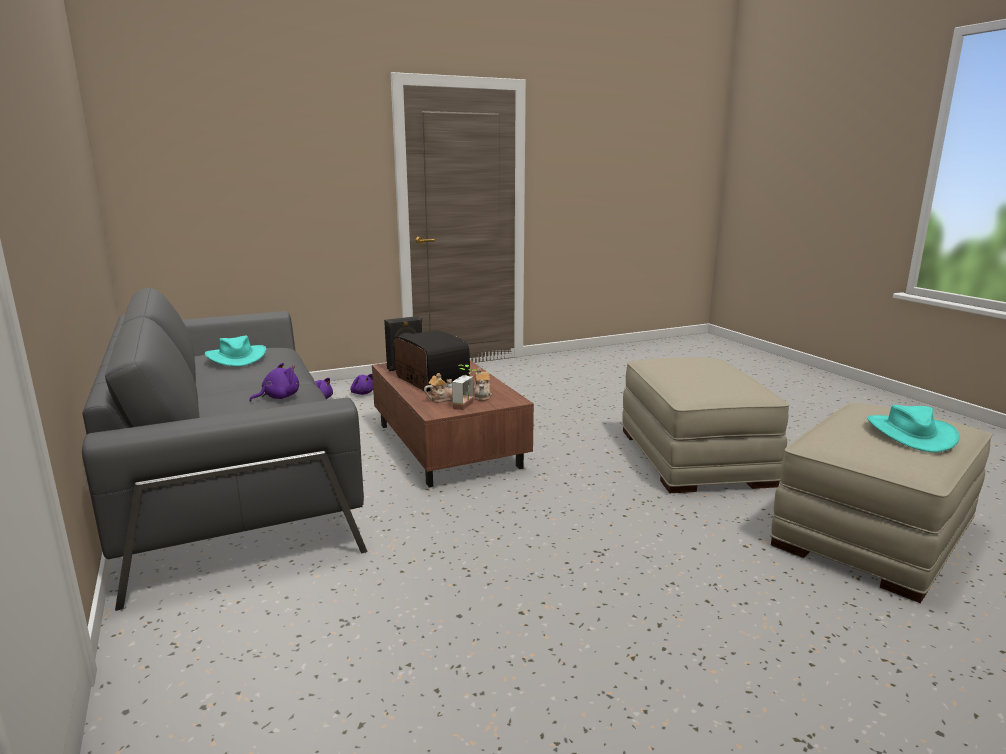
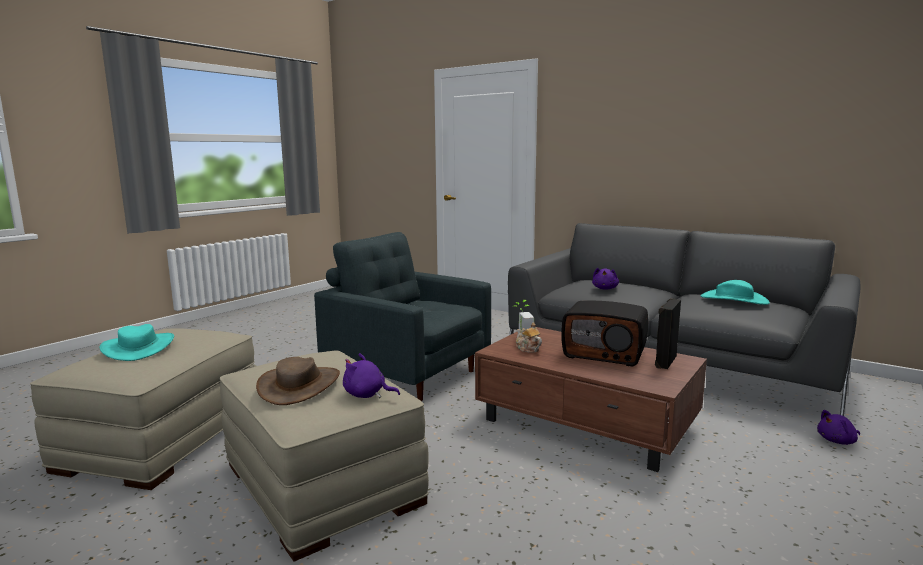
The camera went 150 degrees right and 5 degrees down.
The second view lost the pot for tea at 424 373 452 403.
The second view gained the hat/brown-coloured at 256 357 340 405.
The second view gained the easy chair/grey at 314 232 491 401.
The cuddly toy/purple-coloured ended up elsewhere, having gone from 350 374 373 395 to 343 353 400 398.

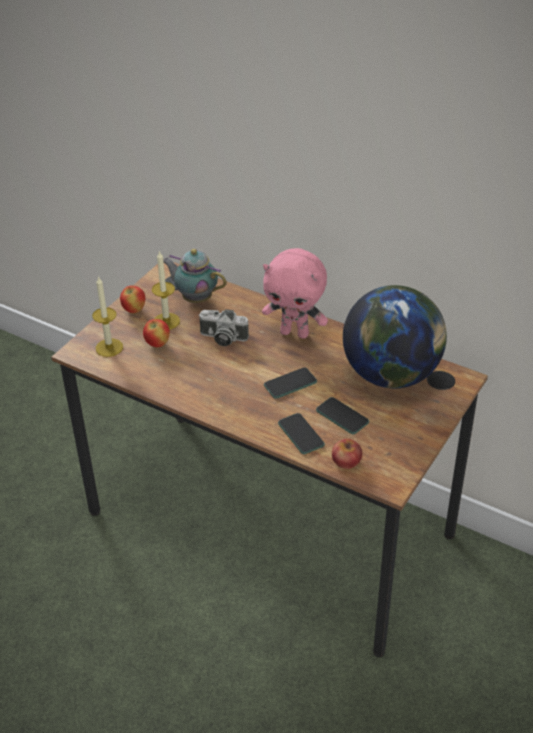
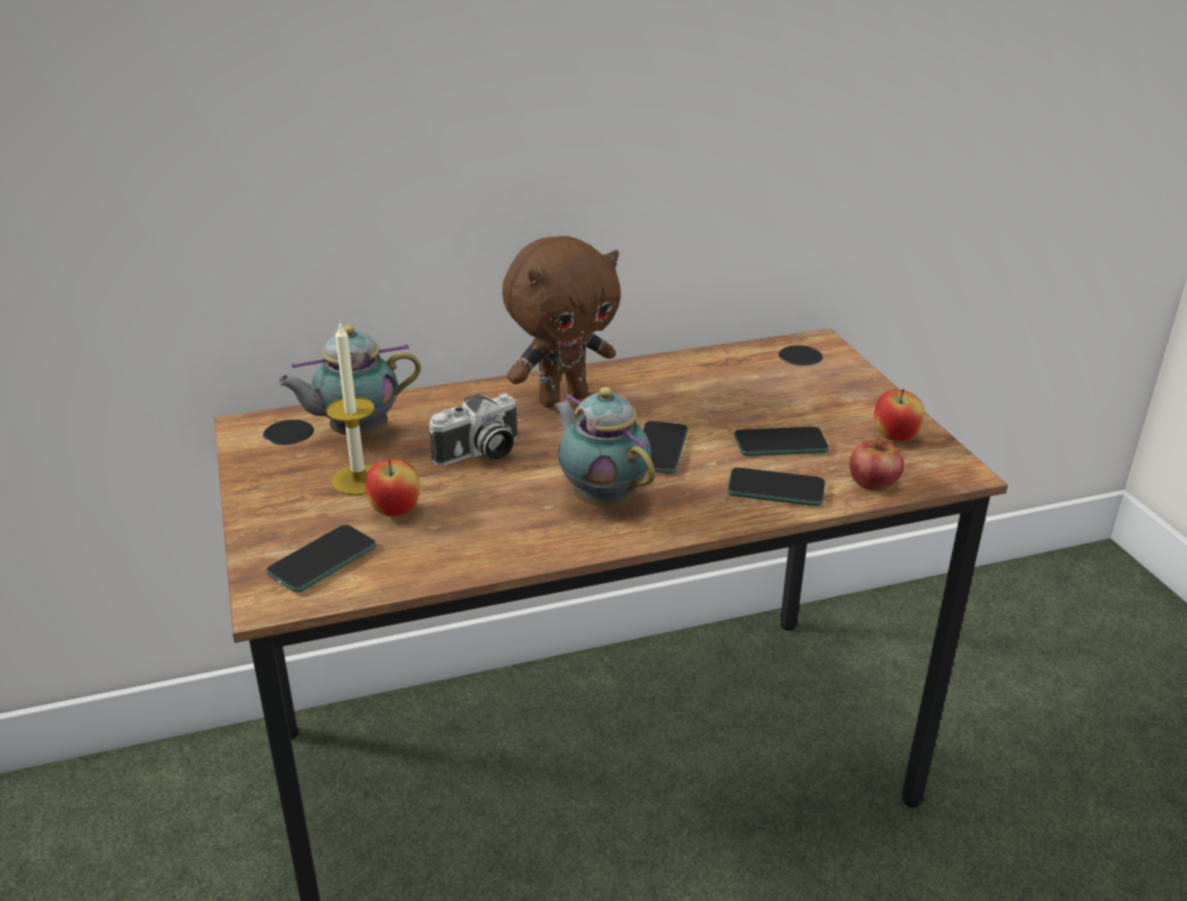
The camera went 50 degrees left and 10 degrees down.
The second view lost the desk globe at 343 285 447 388.
The second view gained the pot for tea at 554 387 655 507.
The whole apple ended up elsewhere, having gone from 120 286 145 313 to 874 389 924 442.
Where the candle stood at 92 276 123 357, the telephone came to stand at 266 525 376 592.
What was the cuddly toy/pinkish at 262 248 328 339 turned into the cuddly toy/brown-coloured at 502 236 621 408.

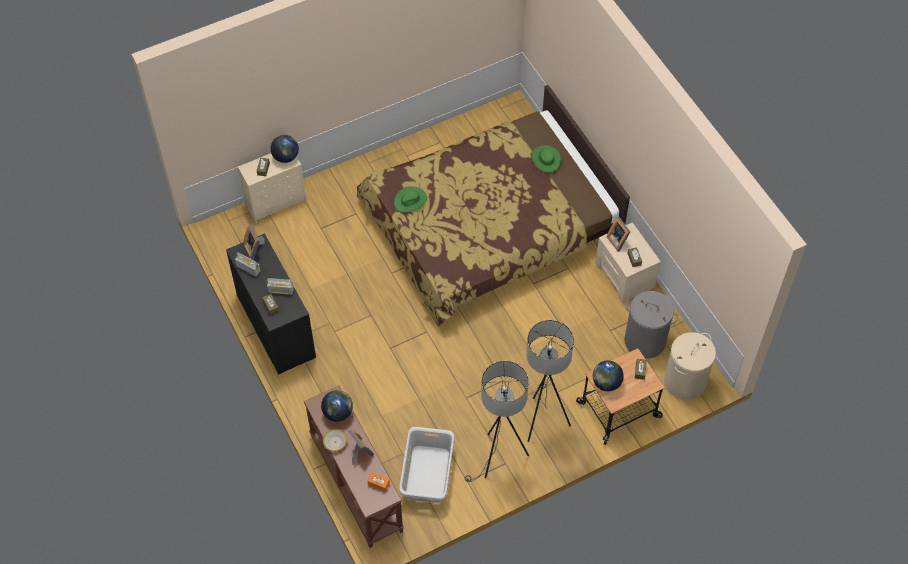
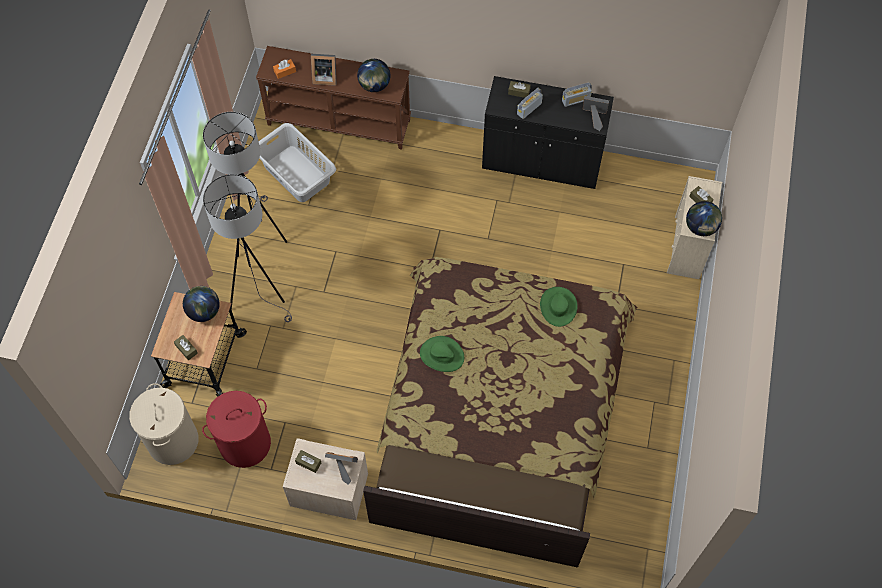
The camera went 130 degrees right and 5 degrees up.
The second view lost the bowl at 323 430 347 452.
The hat/green ended up elsewhere, having gone from 532 145 561 173 to 420 336 464 372.
What was the laundry basket/grey at 624 291 678 359 turned into the laundry basket/red at 202 391 271 468.

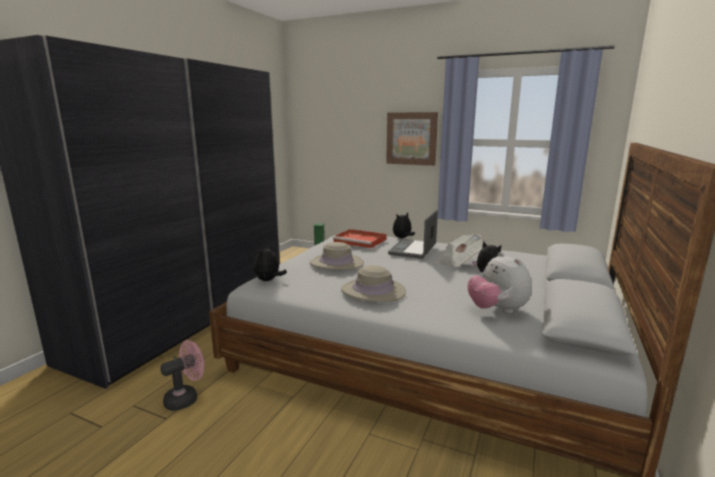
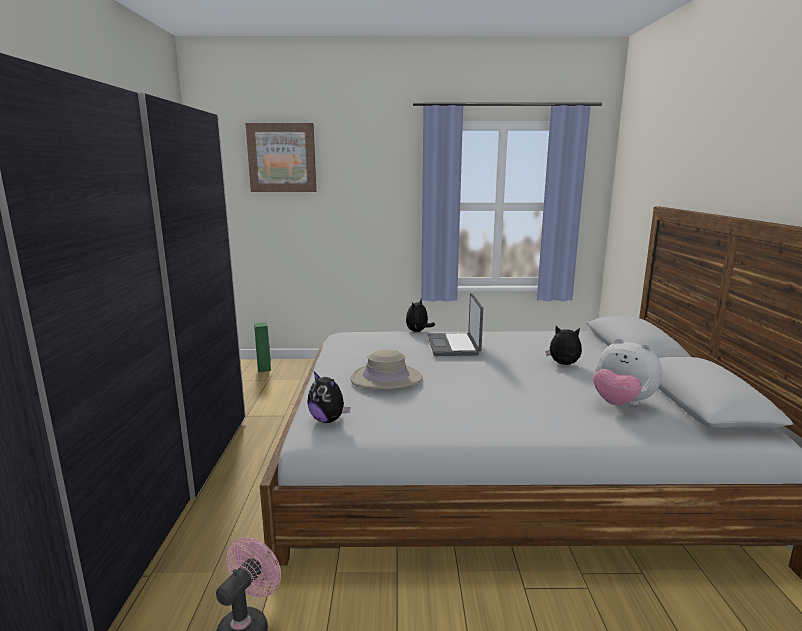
The camera went 25 degrees left and 0 degrees up.
The second view lost the carrying tray/red at 333 229 387 248.
The second view lost the hat/beige at 341 265 406 302.
The second view lost the daily paper at 436 234 483 267.
The wall picture ended up elsewhere, having gone from 386 112 438 166 to 246 123 316 192.
The cuddly toy at 254 244 287 281 ended up facing another way, 45 degrees counterclockwise from before.

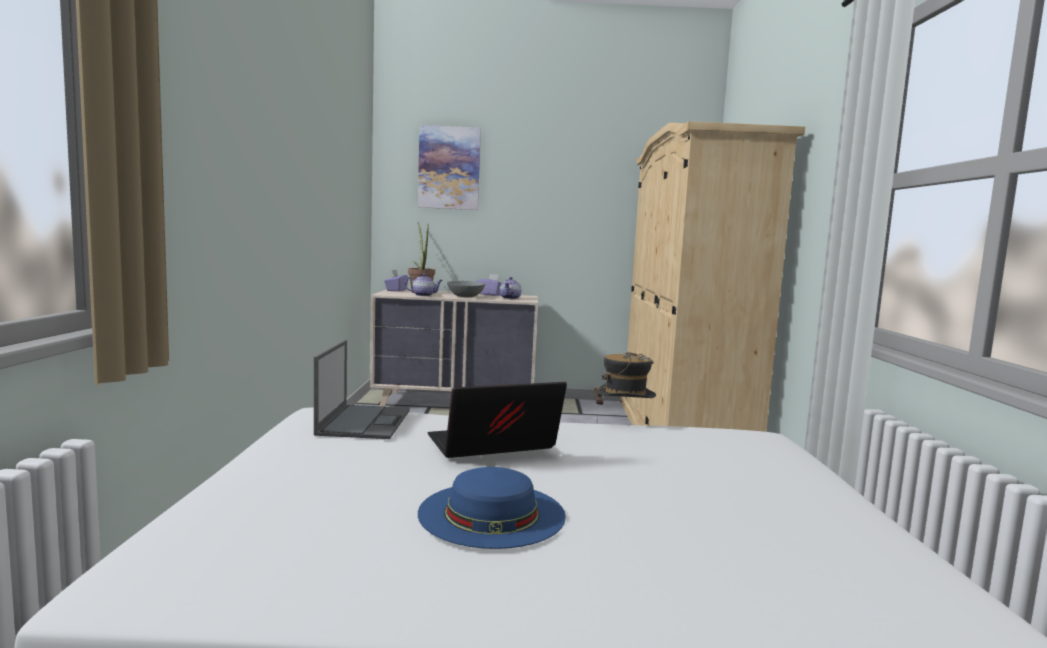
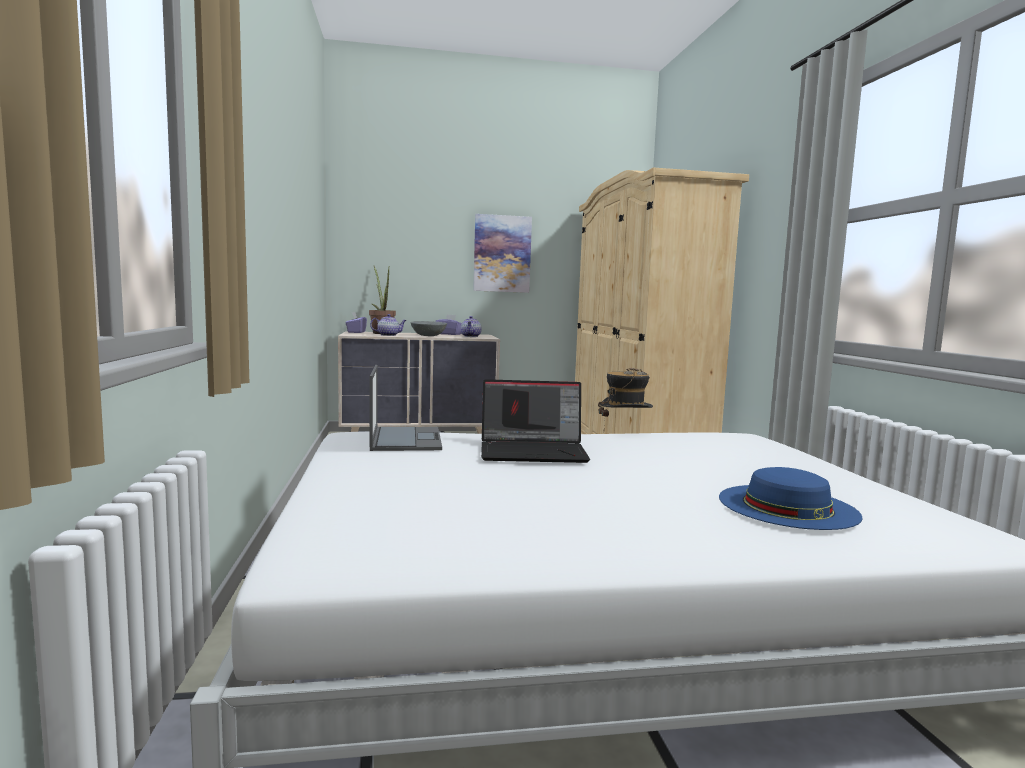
The camera went 10 degrees left and 0 degrees up.
The wall picture ended up elsewhere, having gone from 418 125 481 210 to 473 214 532 293.
The hat/bluish ended up elsewhere, having gone from 418 467 566 549 to 719 467 863 530.
The notebook computer at 428 382 567 458 ended up facing another way, 150 degrees counterclockwise from before.

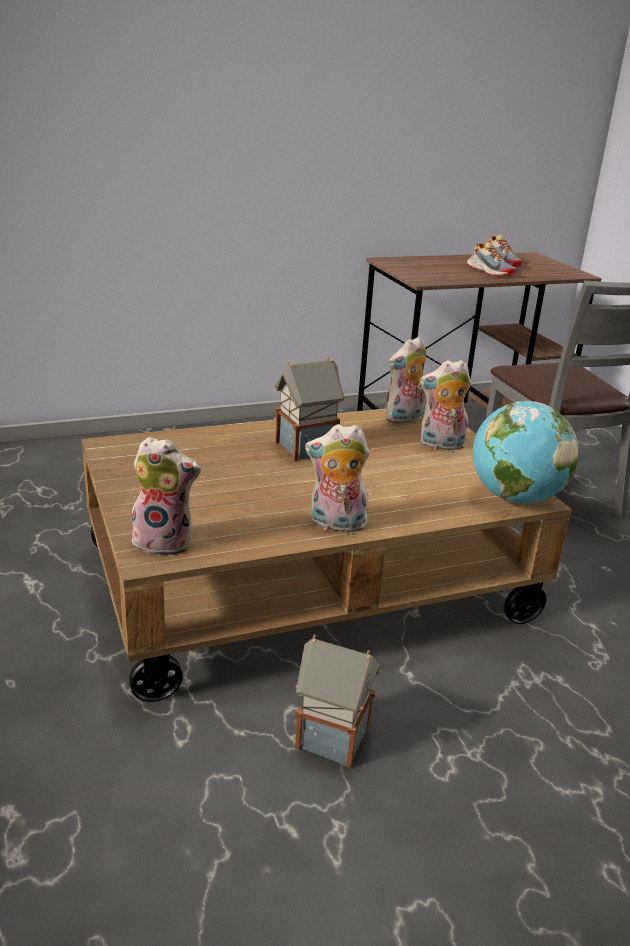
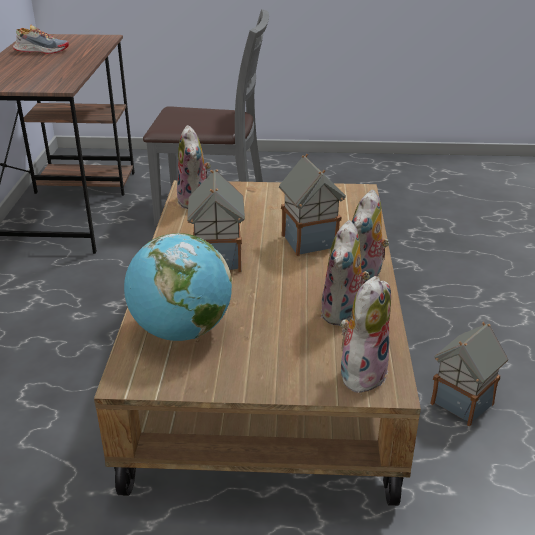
The camera went 65 degrees left and 5 degrees up.
The second view lost the item of footwear at 467 242 516 276.
The second view gained the toy house at 279 154 346 256.
The cuddly toy ended up elsewhere, having gone from 420 360 471 450 to 321 220 370 326.
The desk globe ended up elsewhere, having gone from 473 401 579 504 to 124 233 232 341.

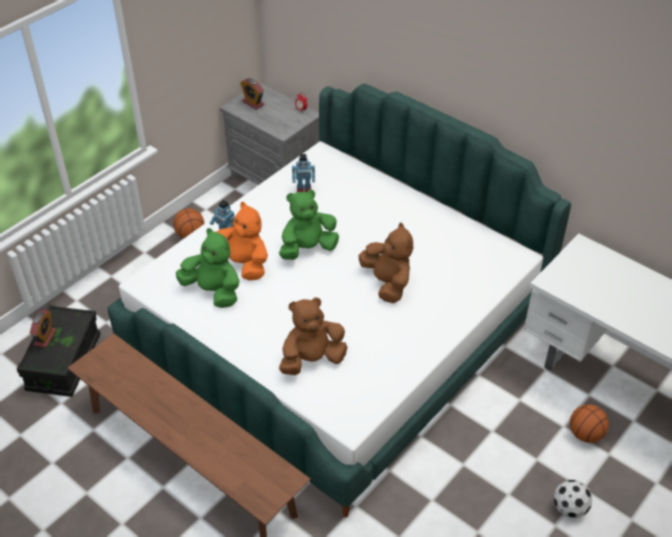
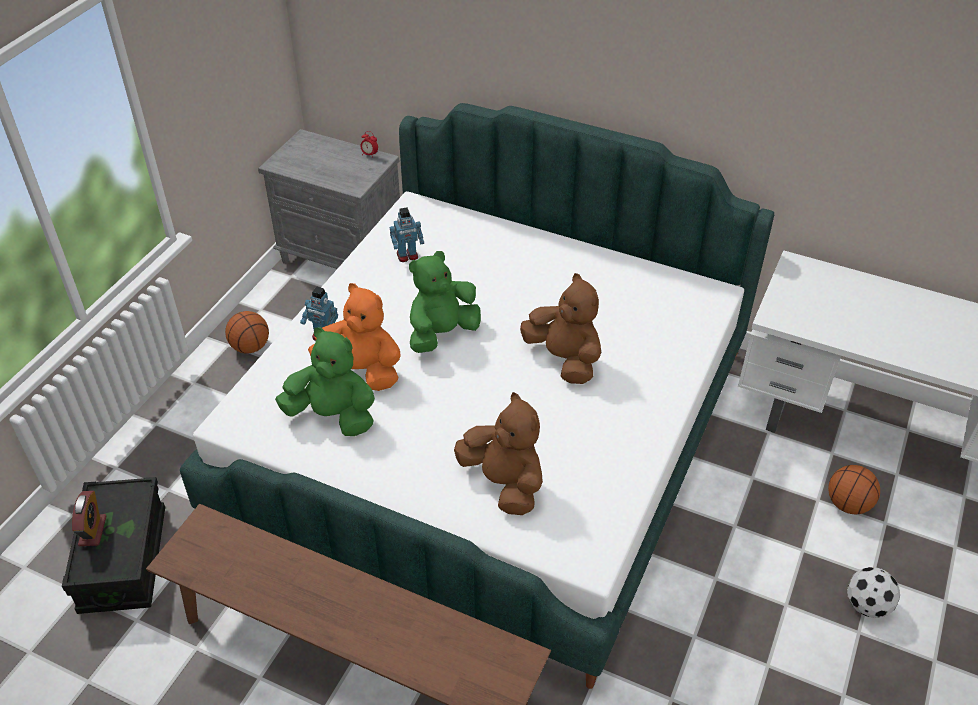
The camera went 15 degrees left and 0 degrees up.
The second view lost the alarm clock at 240 78 264 110.
The cuddly toy/brown-coloured at 279 297 347 375 ended up facing another way, 90 degrees clockwise from before.

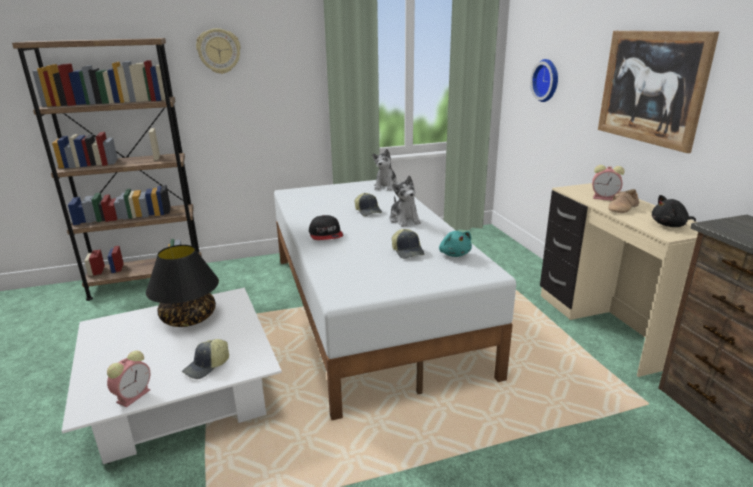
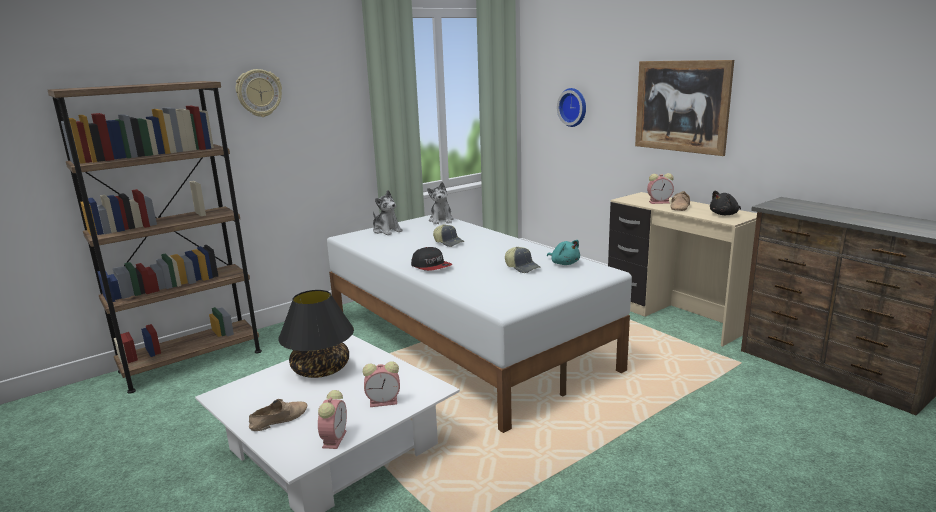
The camera went 20 degrees left and 5 degrees down.
The second view gained the item of footwear/beige at 249 399 307 431.
The cuddly toy ended up elsewhere, having gone from 389 175 421 227 to 373 190 403 235.
Where the peaked cap stood at 182 339 229 379, the alarm clock came to stand at 363 361 400 407.

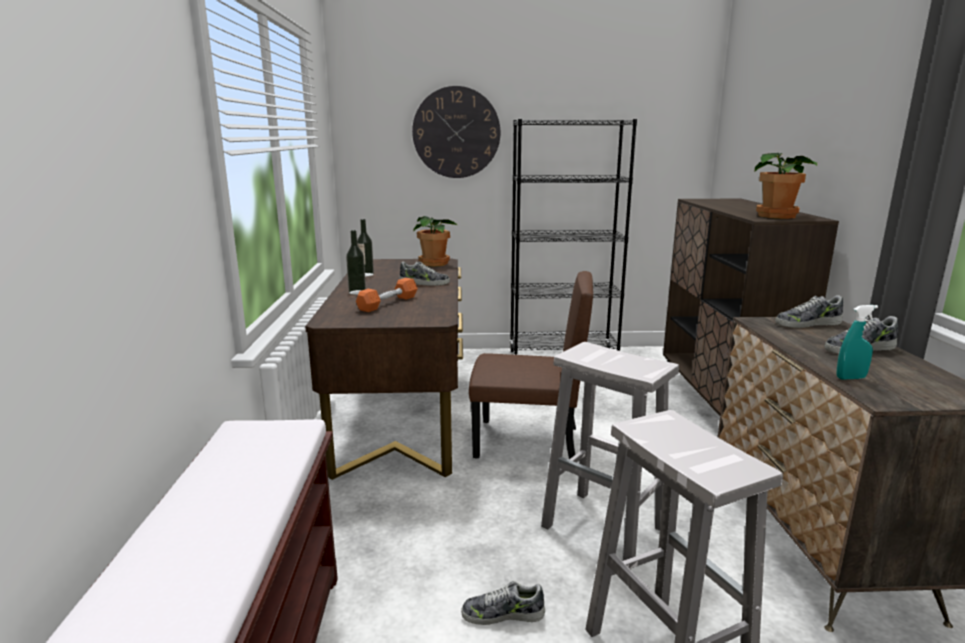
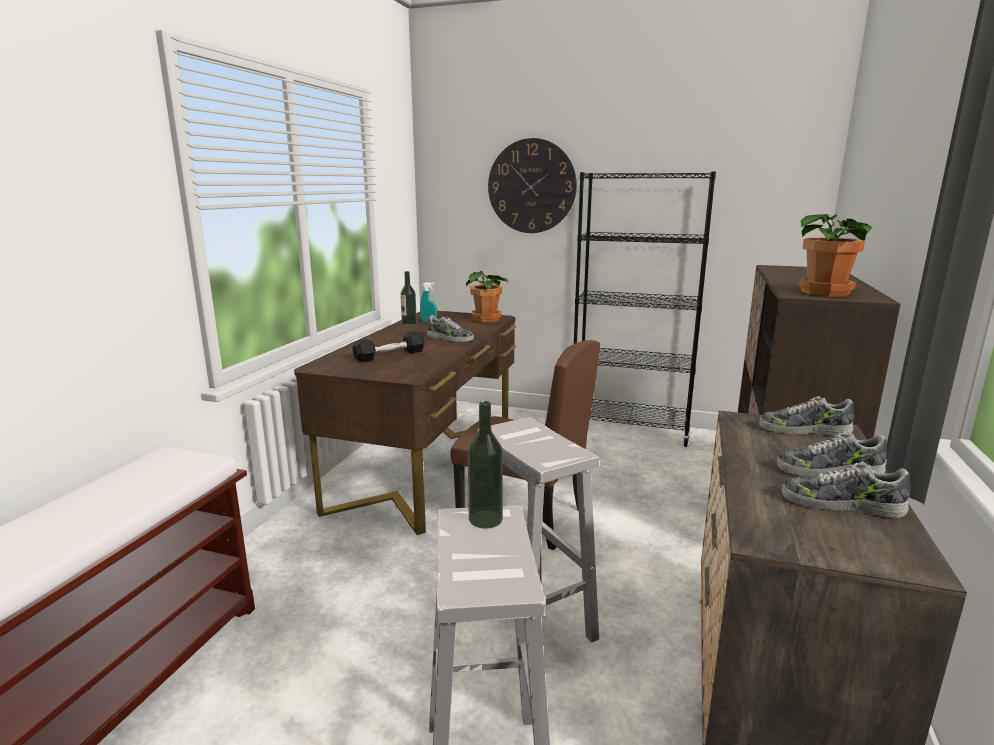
The camera went 20 degrees right and 0 degrees up.
The drink bottle ended up elsewhere, having gone from 346 230 366 295 to 468 401 503 529.
The item of footwear ended up elsewhere, having gone from 461 581 545 625 to 782 462 910 518.
The sprayer/turquoise ended up elsewhere, having gone from 837 305 878 380 to 420 282 437 322.
What was the free weight/orangey at 356 278 418 312 turned into the free weight/black at 352 332 425 362.

